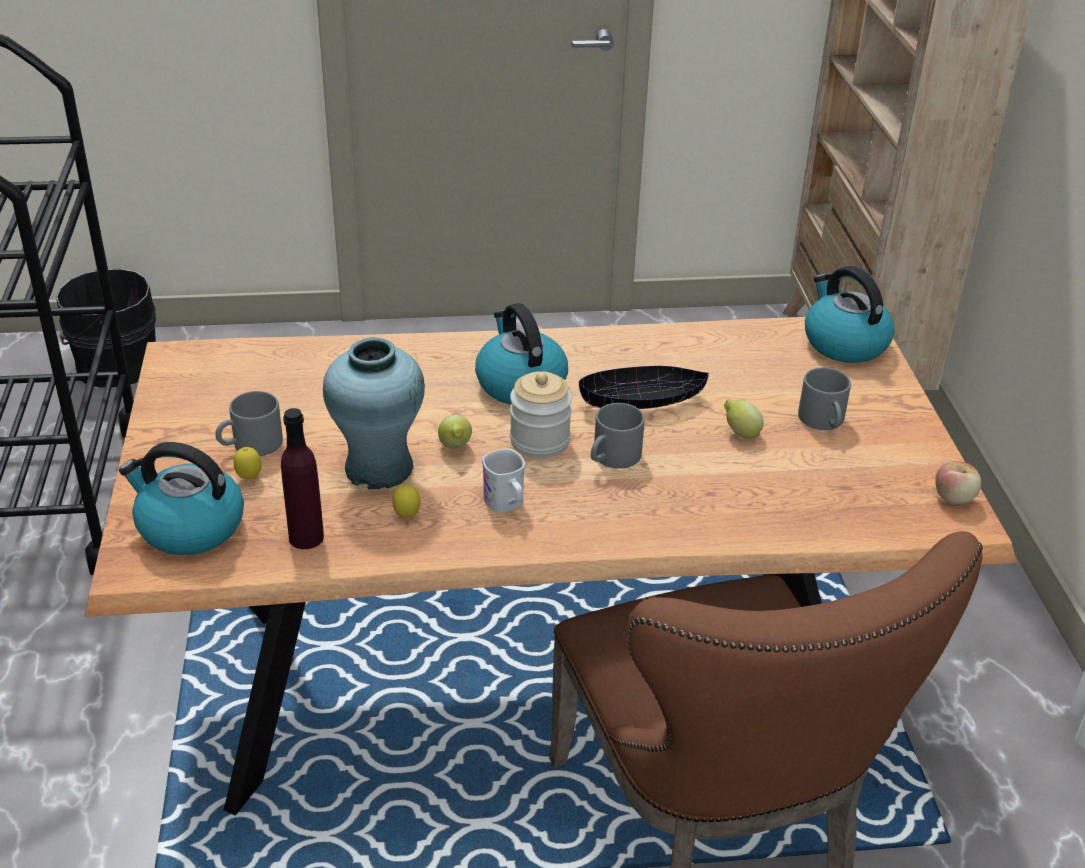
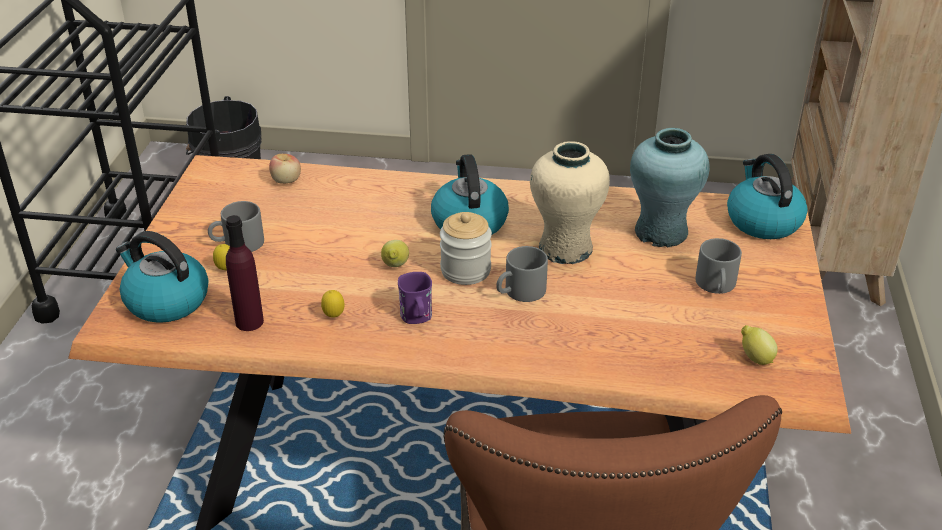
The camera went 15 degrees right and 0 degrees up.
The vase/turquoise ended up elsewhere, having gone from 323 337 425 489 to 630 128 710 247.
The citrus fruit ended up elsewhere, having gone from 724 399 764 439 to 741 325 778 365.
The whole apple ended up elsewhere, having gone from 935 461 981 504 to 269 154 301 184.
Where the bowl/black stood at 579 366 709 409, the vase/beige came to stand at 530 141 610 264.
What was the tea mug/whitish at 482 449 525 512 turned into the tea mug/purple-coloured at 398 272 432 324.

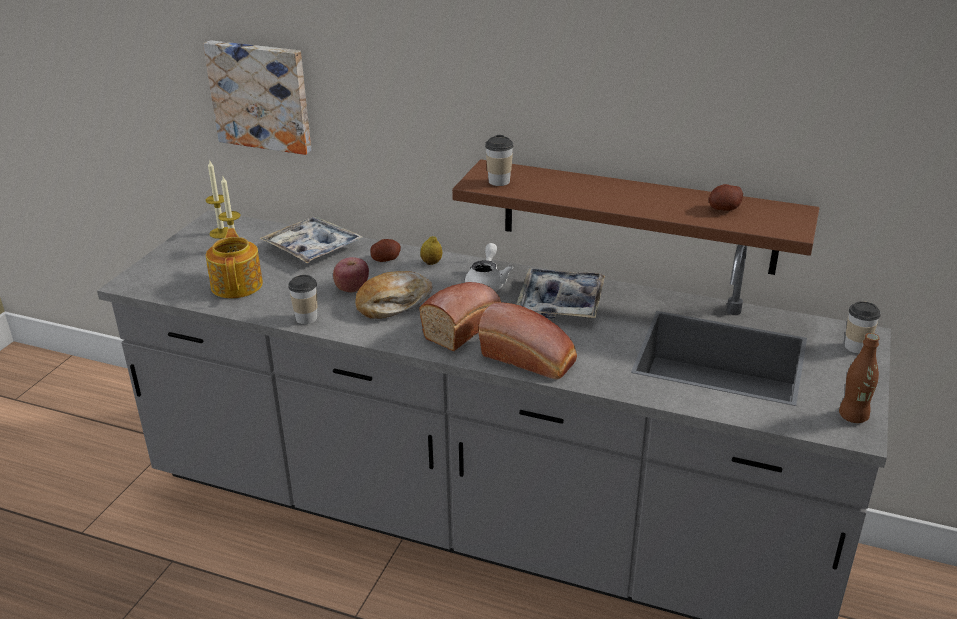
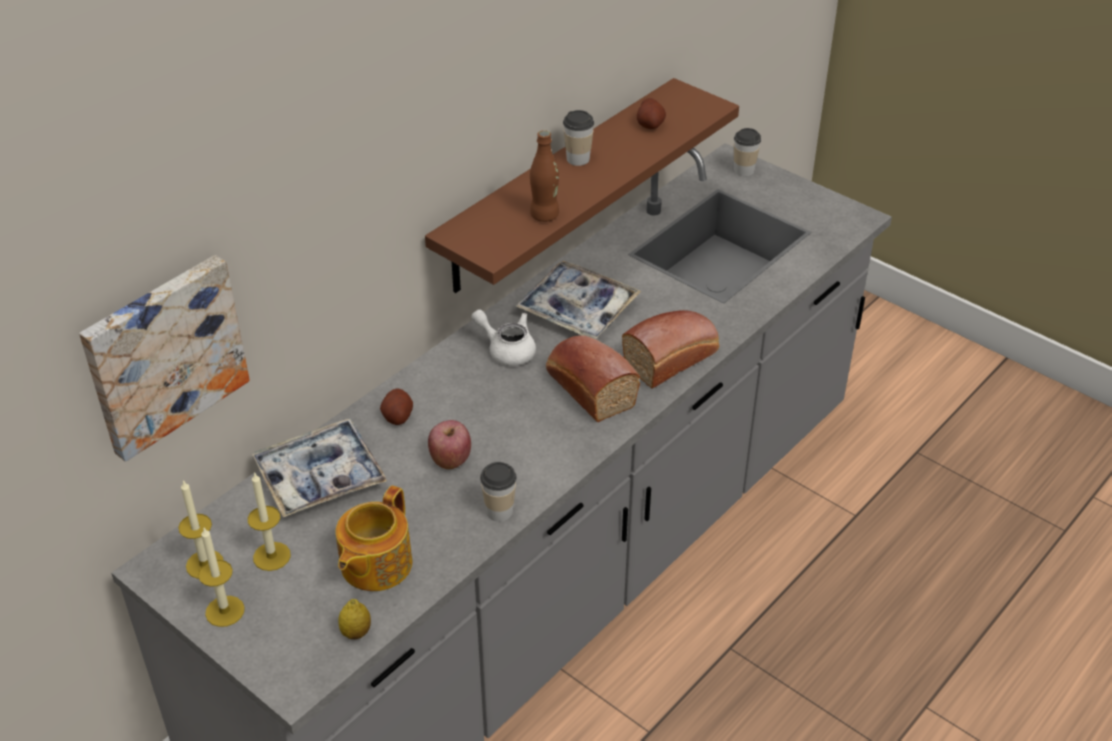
The camera went 70 degrees left and 10 degrees up.
The second view lost the bakery bread at 355 271 432 319.
The second view gained the candle at 198 528 245 627.
The citrus fruit ended up elsewhere, having gone from 420 236 442 265 to 338 599 371 639.
The drinking cup ended up elsewhere, having gone from 485 135 513 186 to 563 110 594 166.
The drink bottle/brown-coloured ended up elsewhere, having gone from 839 333 880 423 to 530 130 559 222.
The pot for tea at 206 228 263 299 ended up facing another way, 75 degrees counterclockwise from before.

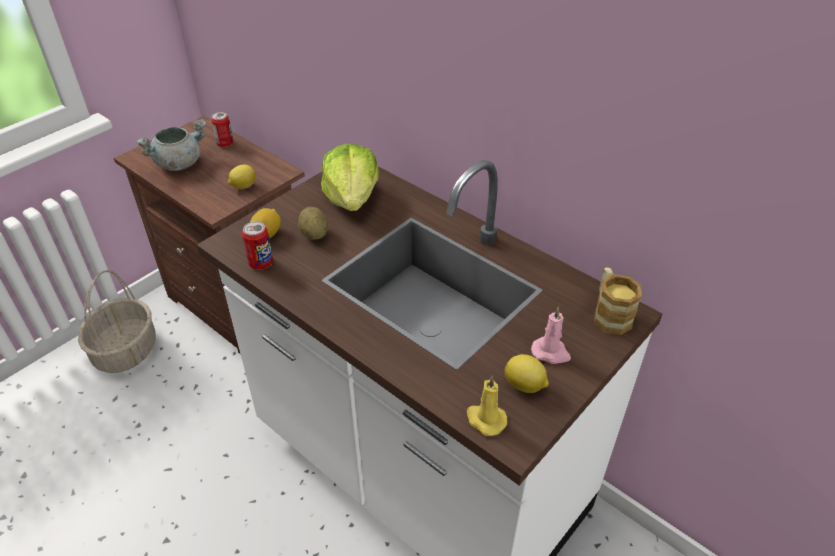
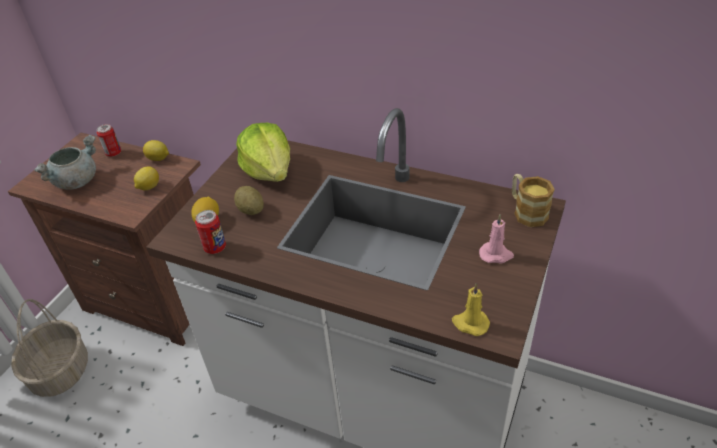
The camera went 15 degrees left and 0 degrees up.
The citrus fruit ended up elsewhere, having gone from 505 354 549 393 to 143 140 169 161.

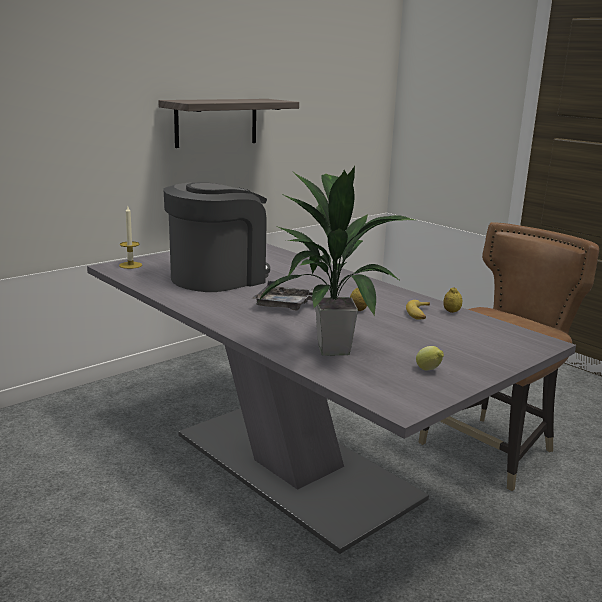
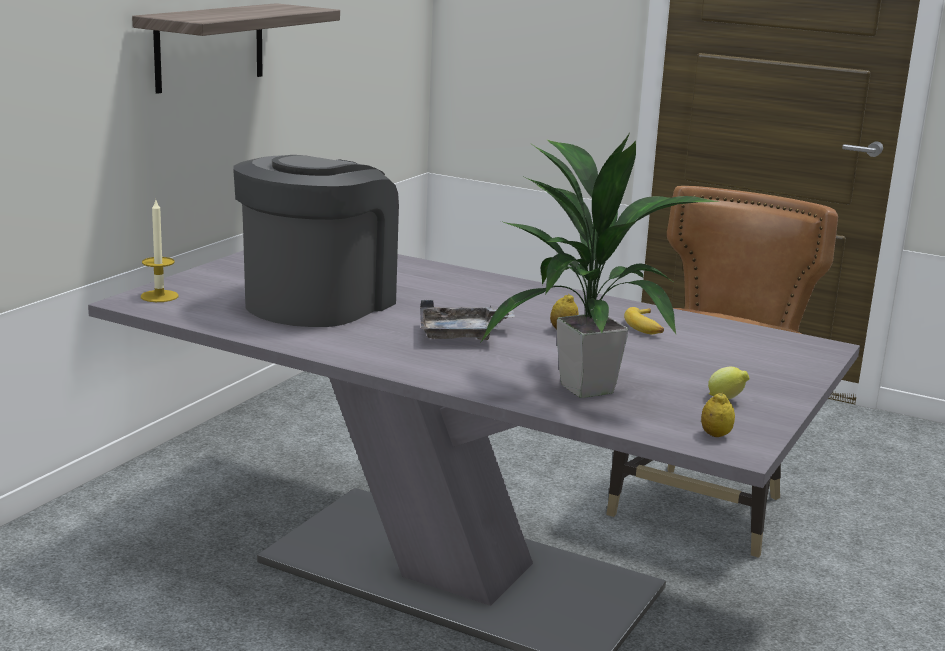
The camera went 20 degrees left and 0 degrees up.
The citrus fruit ended up elsewhere, having gone from 443 287 462 313 to 701 393 735 437.

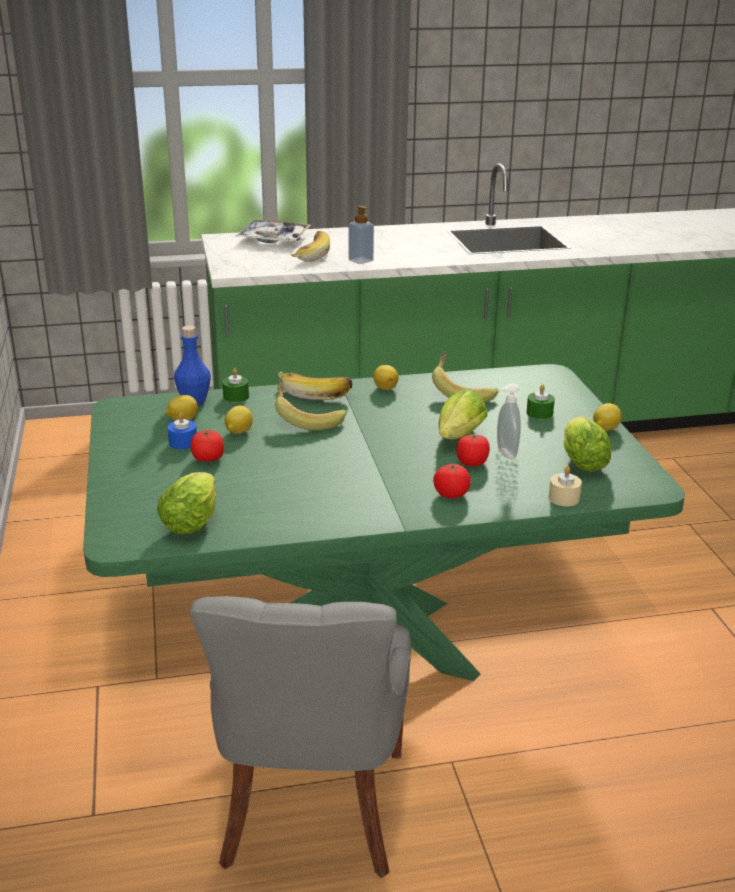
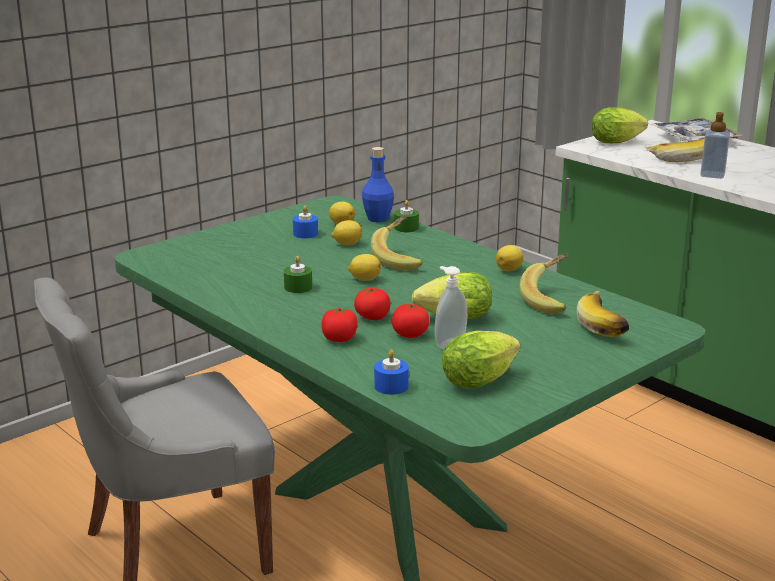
The camera went 60 degrees right and 5 degrees down.
The lettuce head ended up elsewhere, having gone from 157 472 216 534 to 592 107 648 143.
The tomato ended up elsewhere, having gone from 191 430 224 461 to 354 287 391 320.
The banana ended up elsewhere, having gone from 278 371 352 400 to 577 291 629 337.
The candle/green ended up elsewhere, having gone from 526 384 555 419 to 284 256 312 293.
The citrus fruit ended up elsewhere, having gone from 593 403 622 431 to 348 254 381 281.
What was the candle/beige at 549 466 582 506 turned into the candle/bluish at 374 349 409 395.

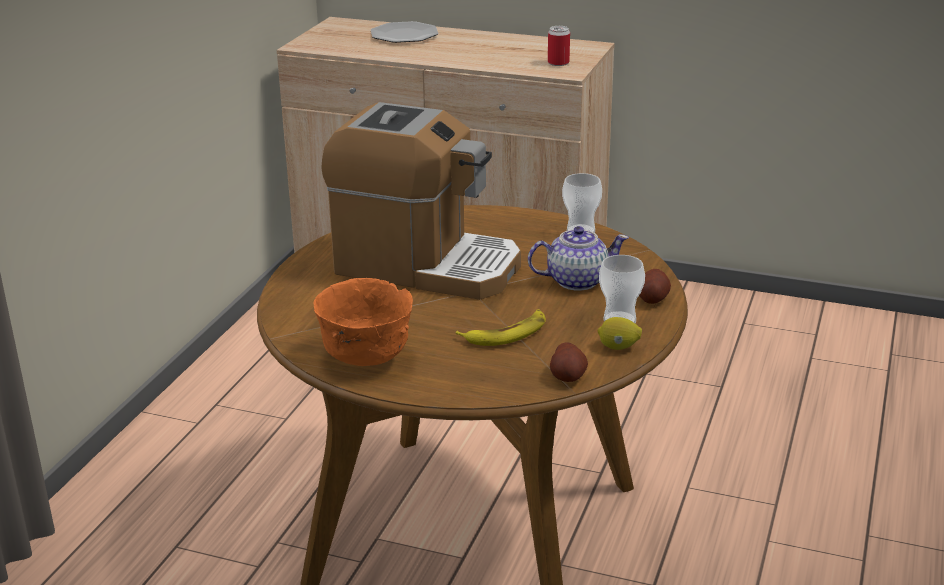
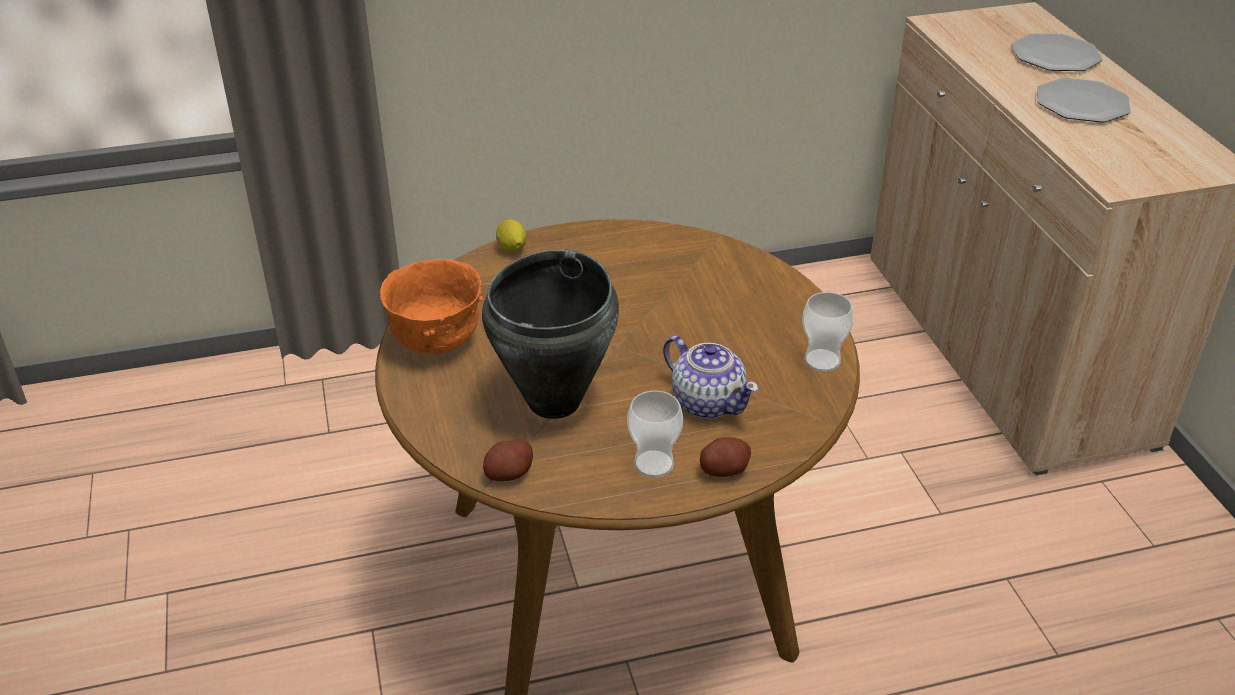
The camera went 55 degrees right and 10 degrees up.
The second view lost the coffee machine at 321 102 521 300.
The second view lost the sealed can at 548 26 570 66.
The second view gained the plate at 1037 78 1131 123.
The citrus fruit ended up elsewhere, having gone from 598 317 642 350 to 496 219 526 252.
Where the banana stood at 455 309 546 346, the saucepot/black came to stand at 482 249 619 419.

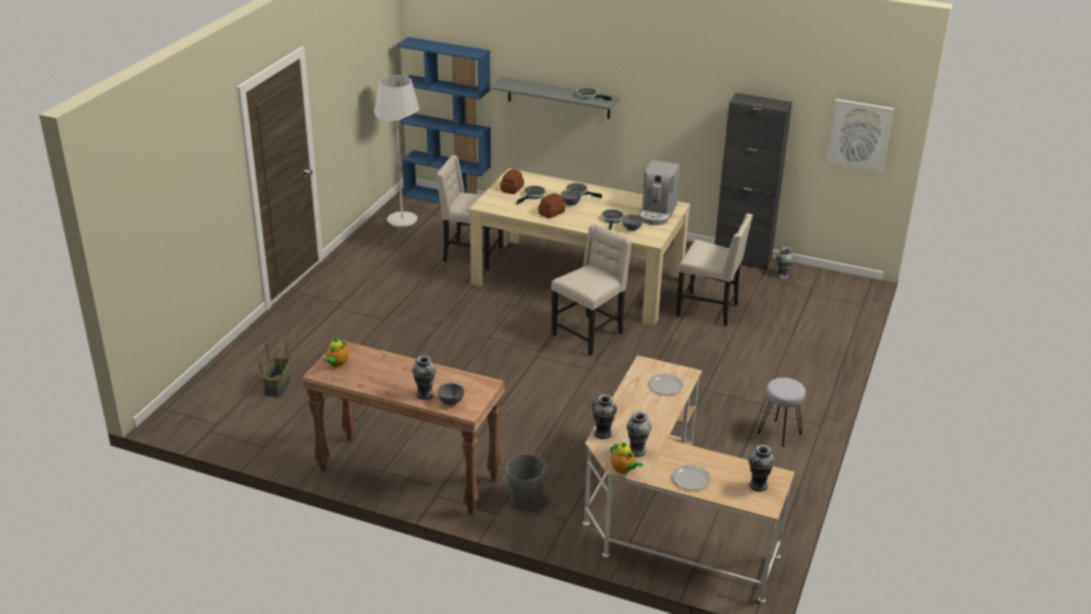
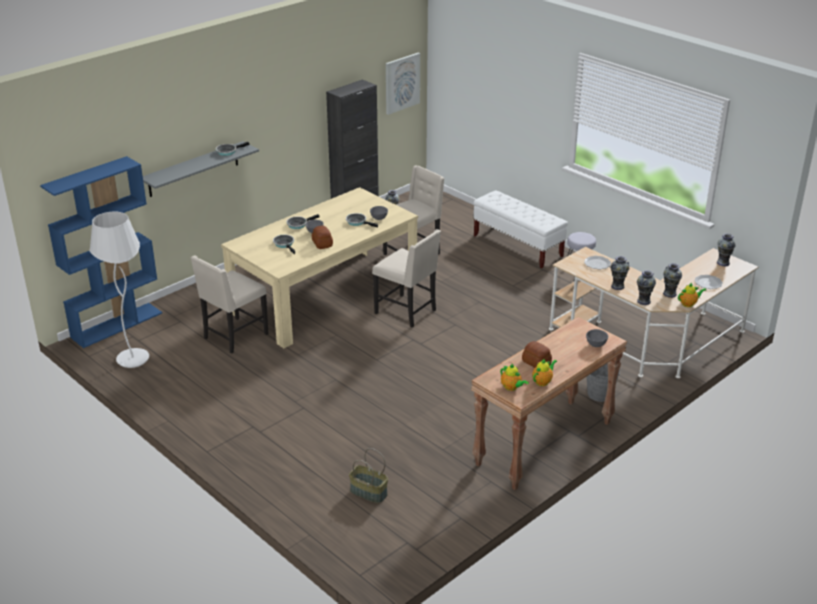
The camera went 65 degrees left and 0 degrees up.
The second view lost the coffee machine at 638 160 680 225.
The second view gained the indoor bench/whitish at 473 190 568 268.
The second view gained the pot for tea at 532 358 557 386.
The vase ended up elsewhere, having gone from 412 355 436 400 to 610 256 629 290.
The bakery bread ended up elsewhere, having gone from 500 170 524 194 to 522 341 552 368.
The chair/beige at 551 224 632 356 ended up facing another way, 150 degrees clockwise from before.

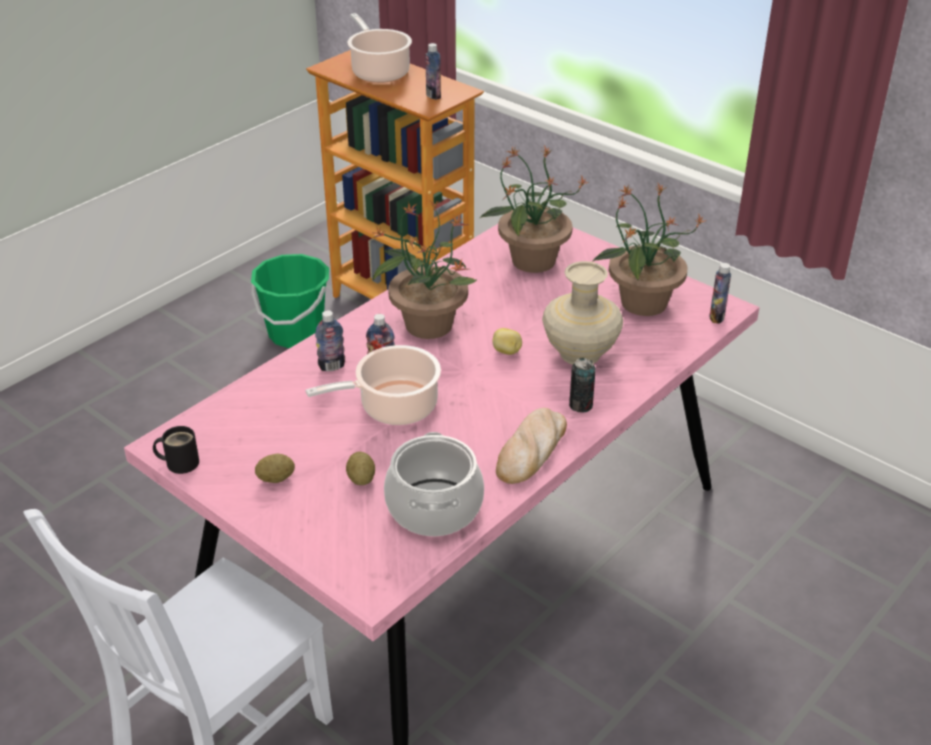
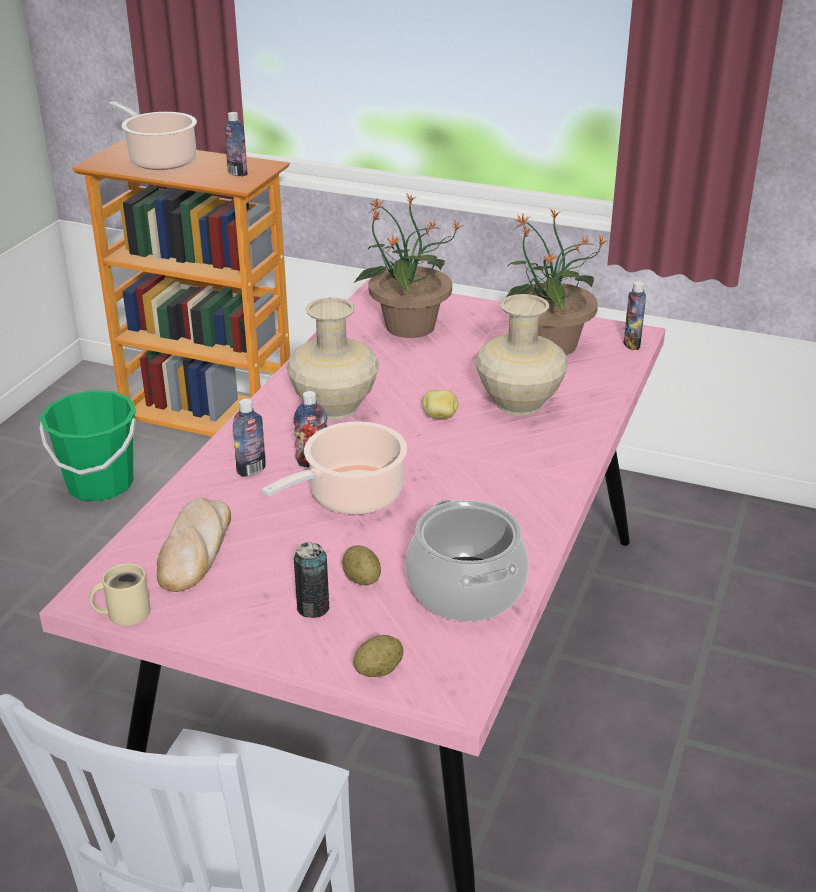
The camera went 20 degrees left and 5 degrees down.
The potato ended up elsewhere, having gone from 255 454 295 483 to 353 635 404 677.
The bakery bread ended up elsewhere, having gone from 496 408 567 484 to 157 497 231 592.
The sealed can ended up elsewhere, having gone from 569 357 596 412 to 294 542 330 618.
Where the plant in a pot stood at 372 200 477 339, the vase/beige came to stand at 286 297 379 420.
What was the tea mug/black at 153 426 199 474 turned into the tea mug/beige at 89 563 151 626.

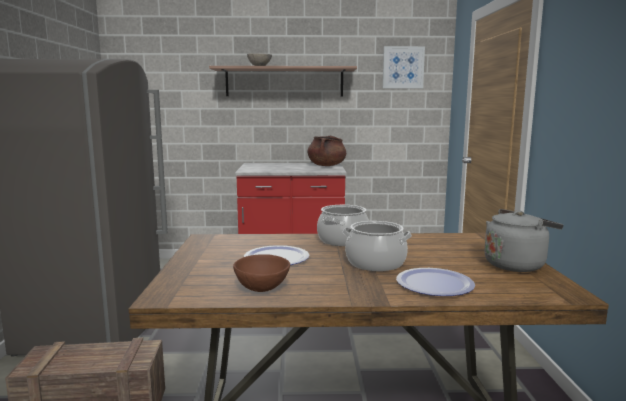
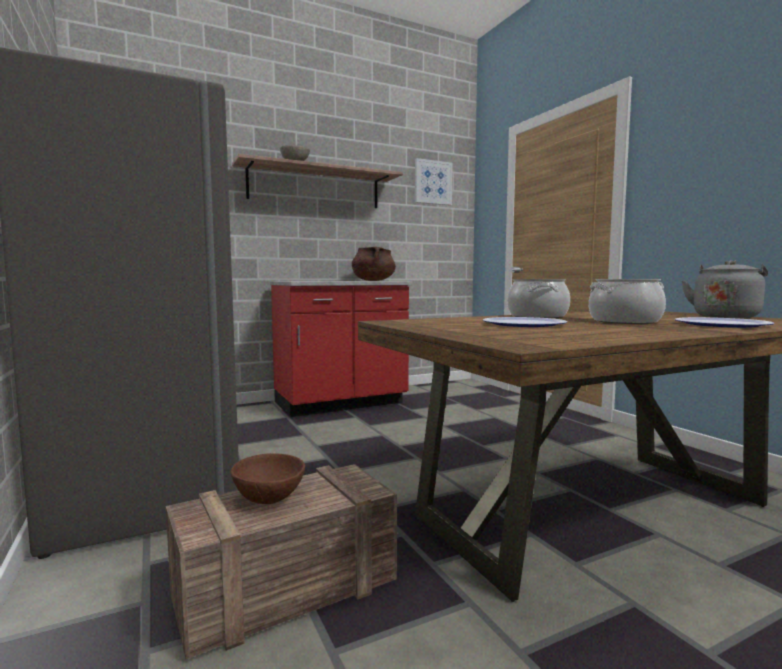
The camera went 25 degrees left and 5 degrees down.
The bowl/brown-coloured ended up elsewhere, having gone from 233 254 290 292 to 231 453 305 504.

